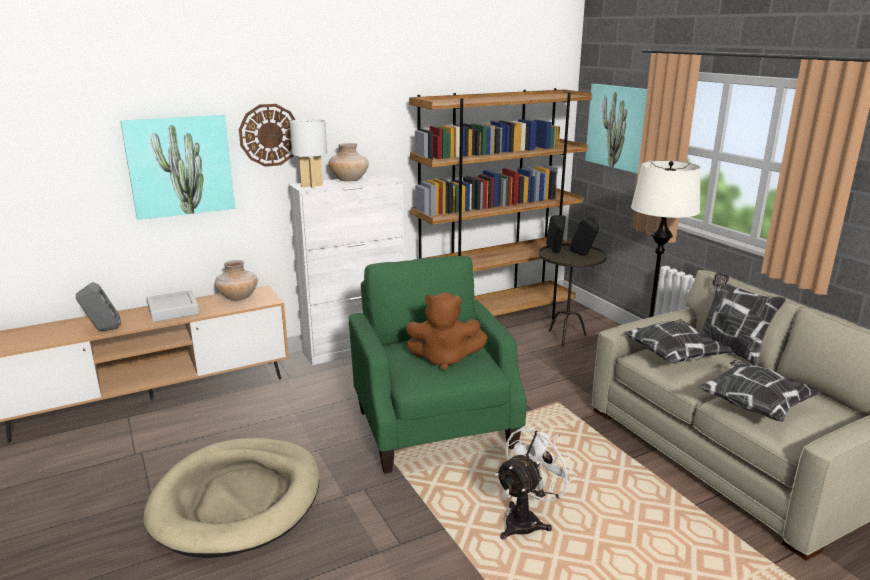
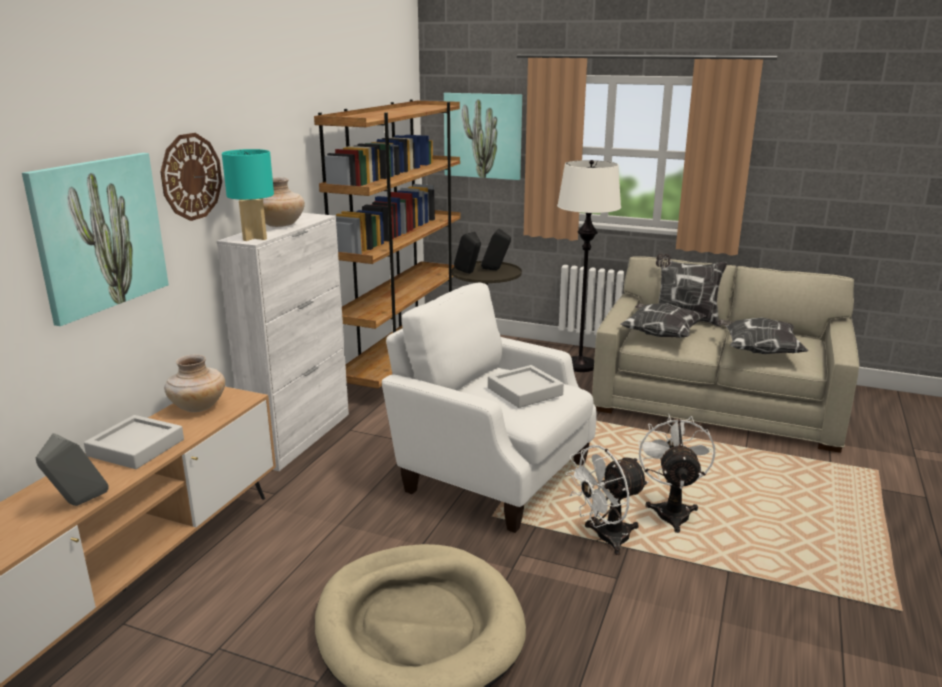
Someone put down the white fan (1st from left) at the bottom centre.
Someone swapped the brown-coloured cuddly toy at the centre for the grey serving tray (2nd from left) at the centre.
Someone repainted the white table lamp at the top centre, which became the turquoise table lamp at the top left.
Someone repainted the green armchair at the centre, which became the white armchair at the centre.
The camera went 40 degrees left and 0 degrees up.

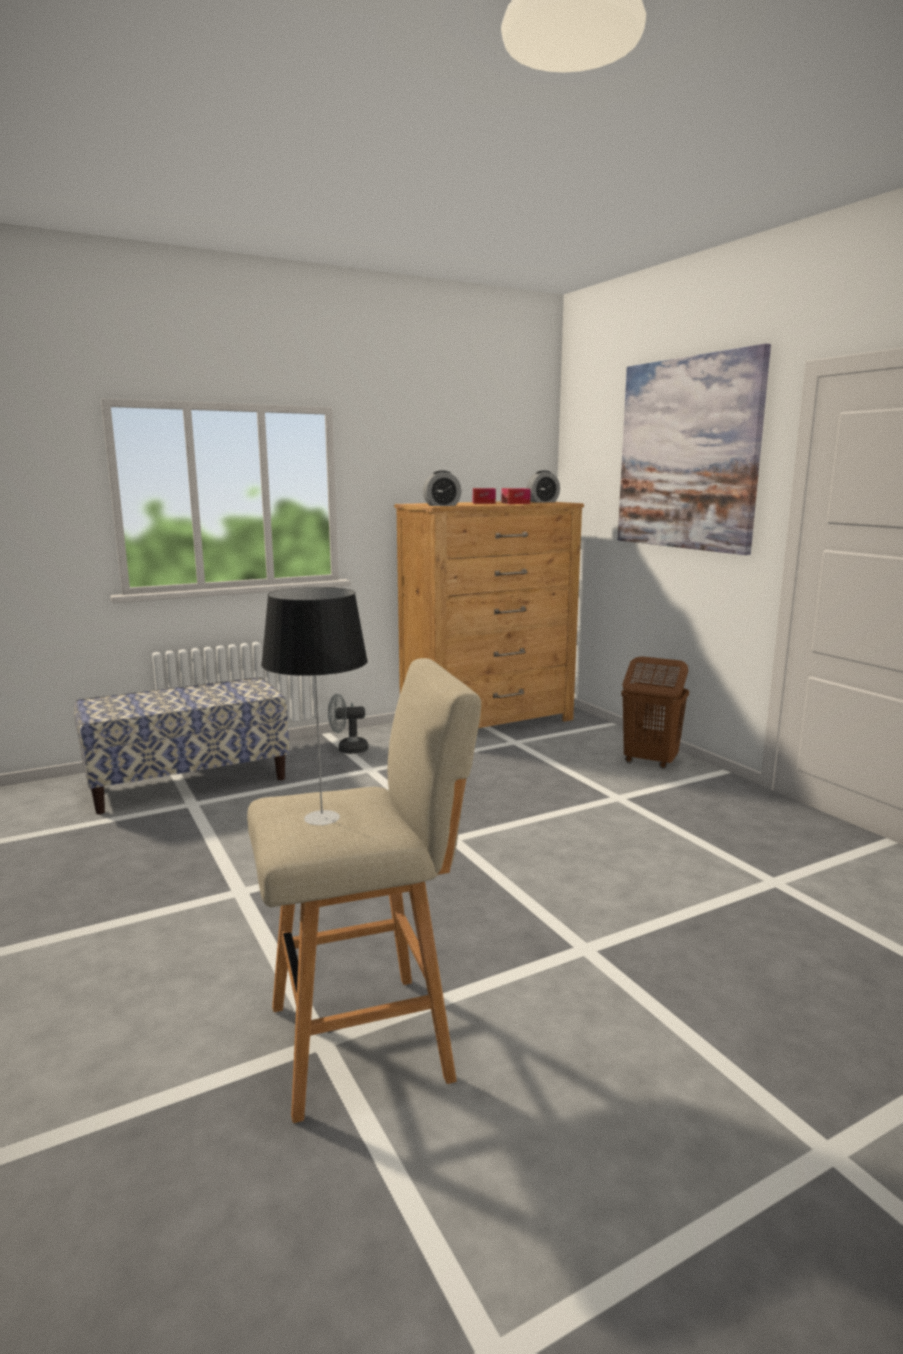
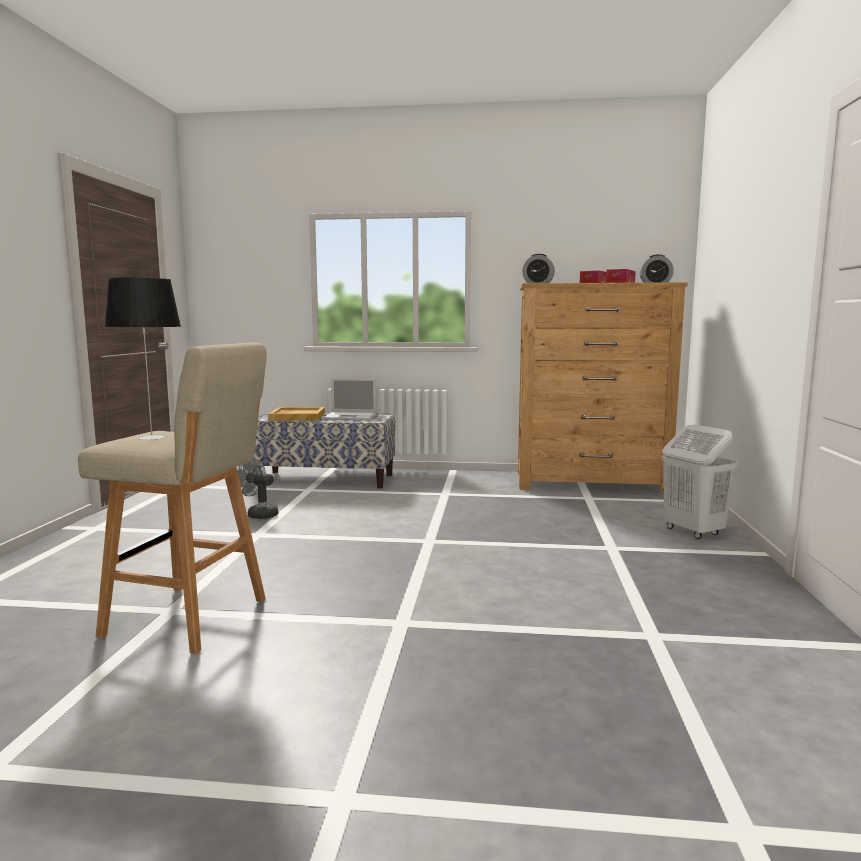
Someone took away the wall art at the top right.
Someone put down the beige serving tray at the centre.
Someone put down the laptop at the centre.
Someone carried the grey fan from the centre to the middle left.
Someone repainted the brown-coloured laundry basket at the middle right, which became the white laundry basket at the middle right.
The camera went 35 degrees right and 5 degrees down.

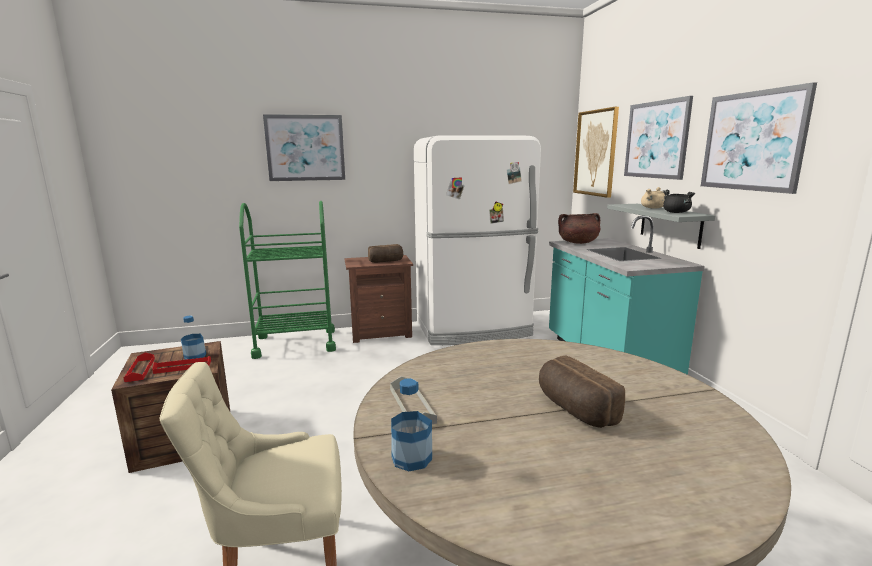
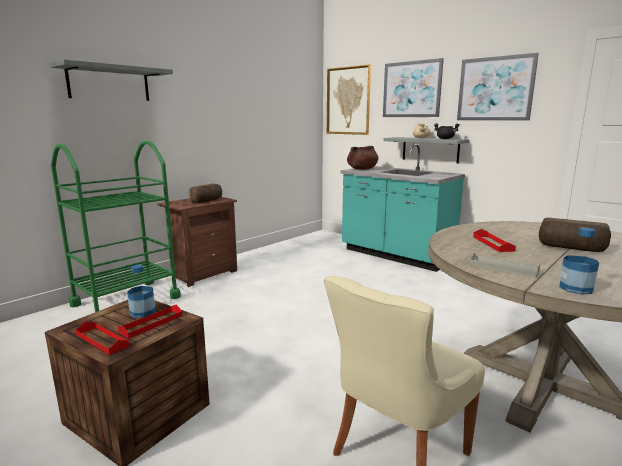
Someone took away the white refrigerator at the centre.
Someone put down the red serving tray (3rd from left) at the middle right.
Someone swapped the wall art (1st from left) at the top centre for the grey bracket shelf (1st from left) at the top left.
The camera went 35 degrees left and 0 degrees up.

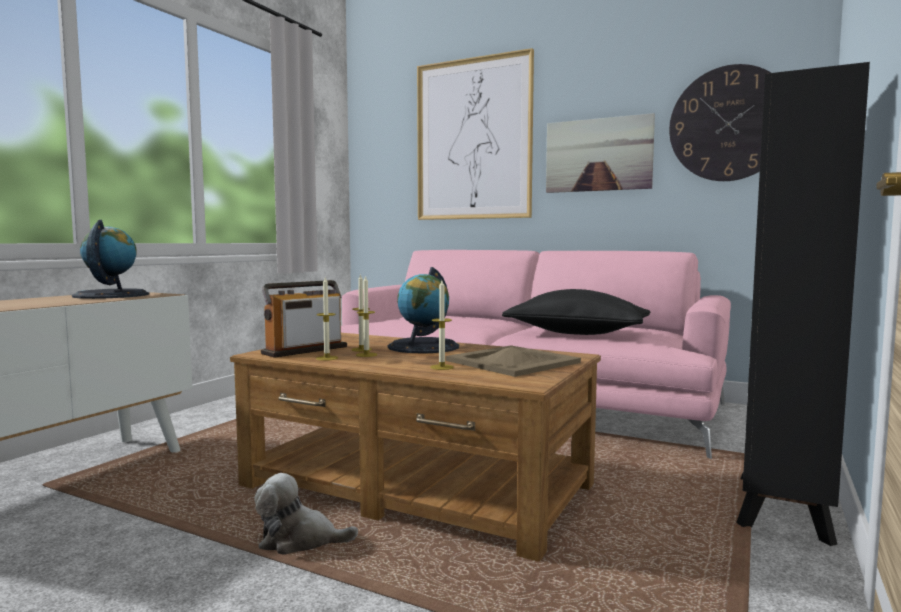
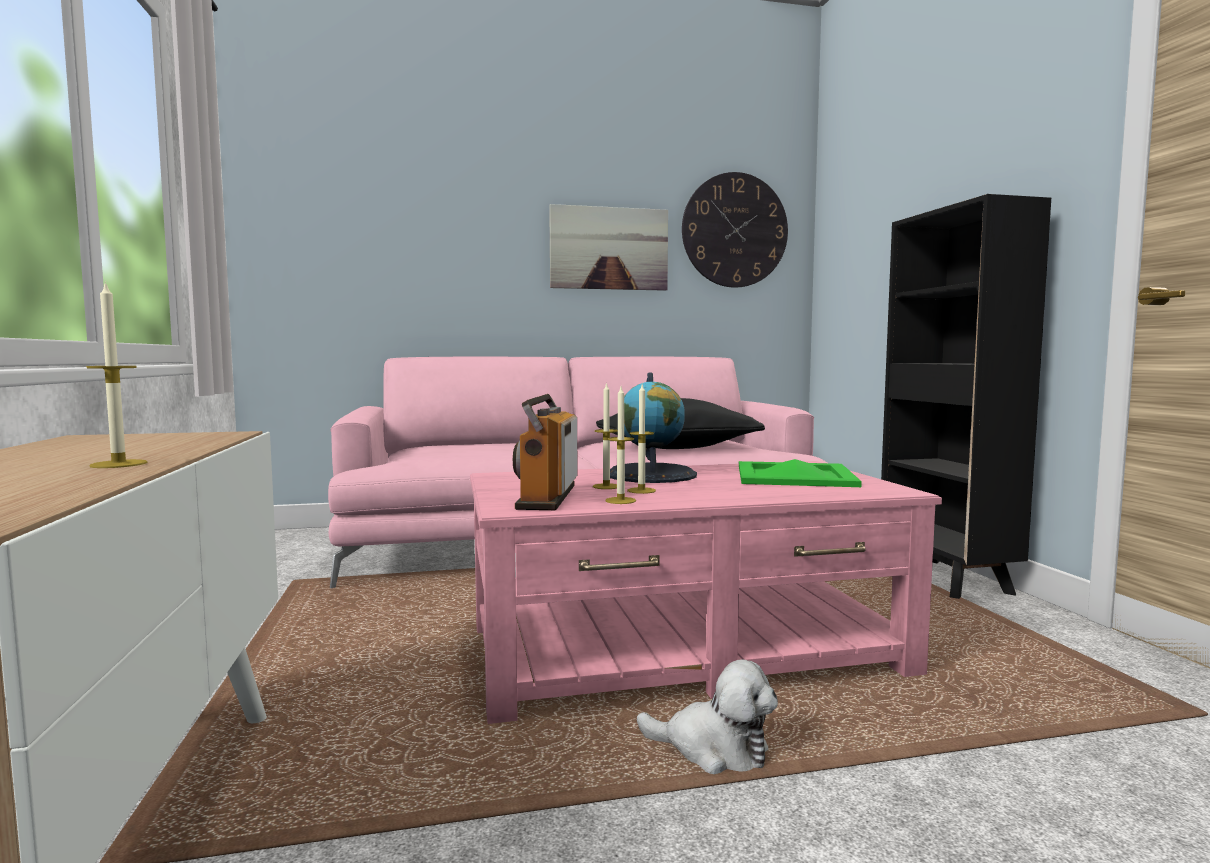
Someone took away the world globe (1st from left) at the middle left.
Someone took away the wall art (1st from left) at the top centre.
Someone carried the wax light (4th from left in the first image) from the centre to the middle left.
Someone repainted the brown-coloured lounge table at the bottom centre, which became the pink lounge table at the bottom centre.
Someone repainted the beige serving tray at the centre, which became the green serving tray at the centre.
Someone rotated the cuddly toy at the bottom centre by 120 degrees counterclockwise.
The camera went 40 degrees left and 0 degrees up.

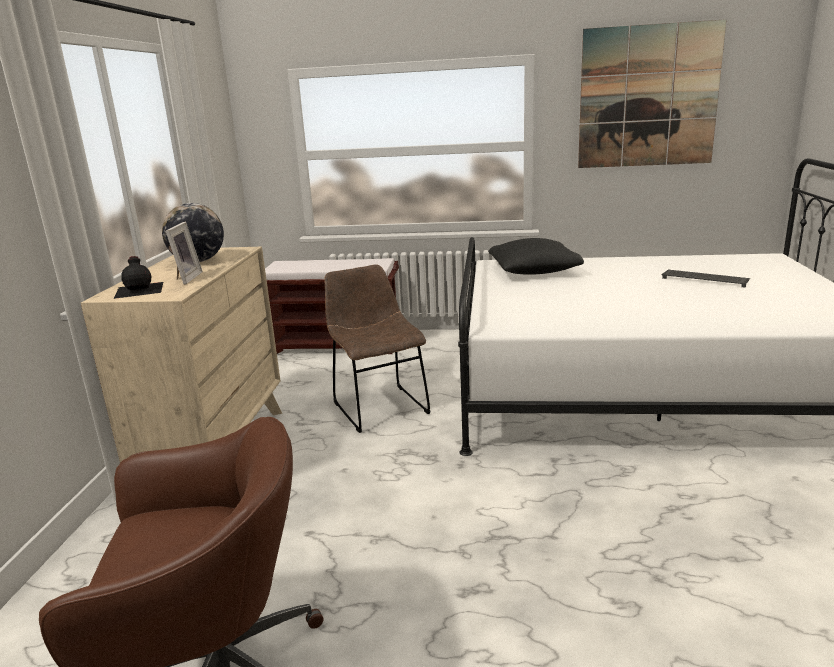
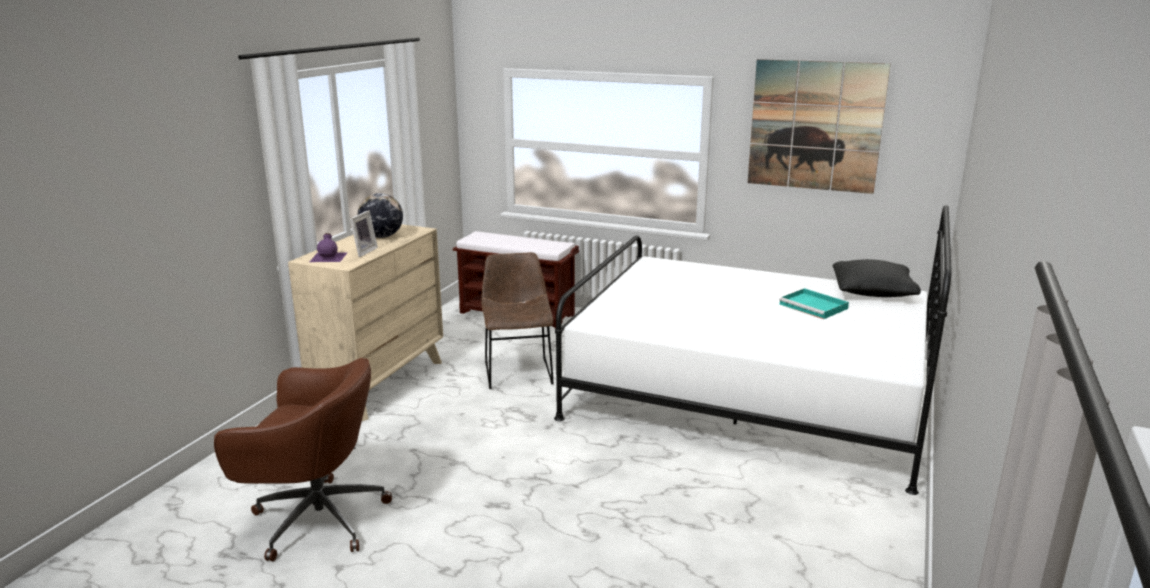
Someone carried the black-coloured throw pillow from the centre to the middle right.
Someone swapped the keyboard at the middle right for the turquoise serving tray at the middle right.
Someone repainted the black-coloured drink bottle at the middle left, which became the purple-coloured drink bottle at the middle left.
The camera went 15 degrees right and 0 degrees up.

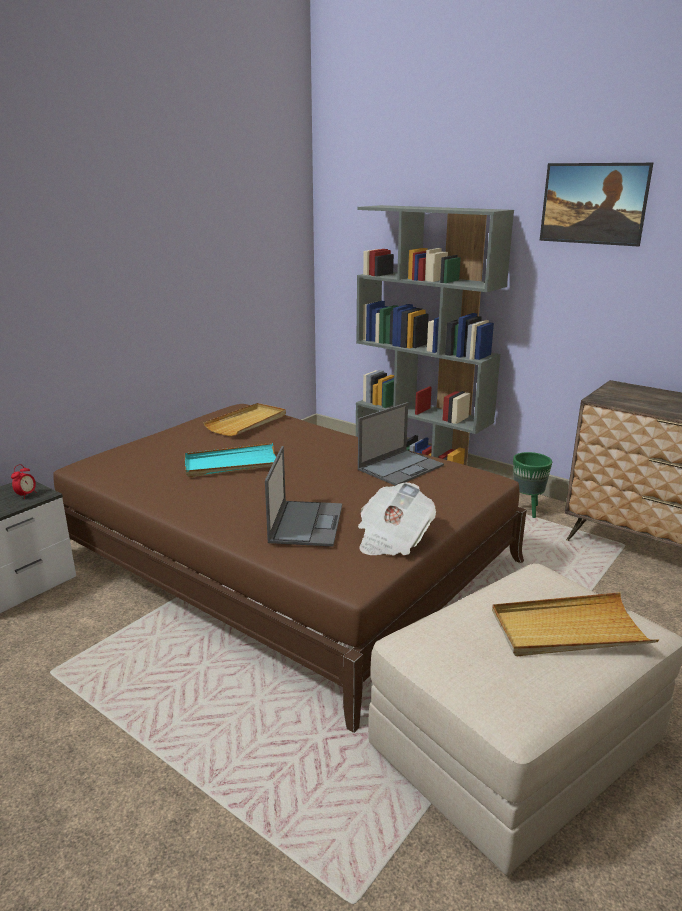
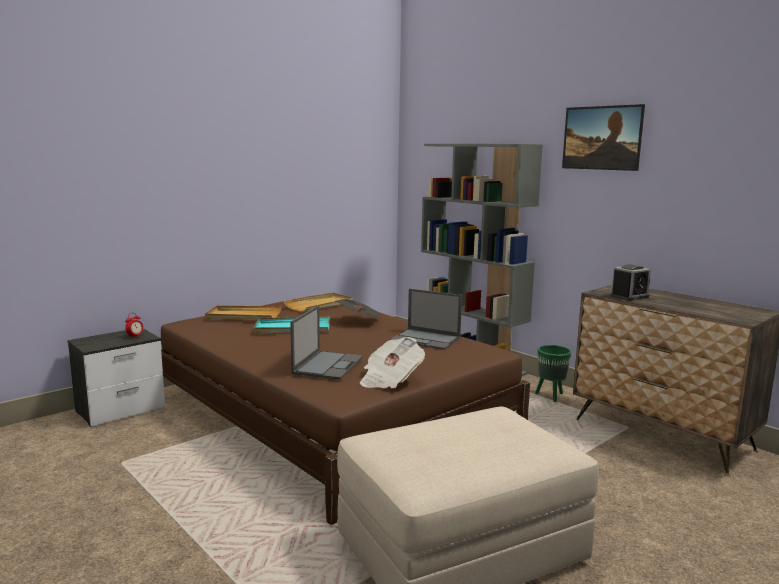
Someone put down the newspaper (1st from left) at the centre.
Someone put down the bedside clock (2nd from left) at the middle right.
Someone carried the beige serving tray (2nd from left in the first image) from the bottom right to the middle left.
Someone rotated the laptop (2nd from left) at the centre by 60 degrees clockwise.
The camera went 10 degrees right and 10 degrees down.

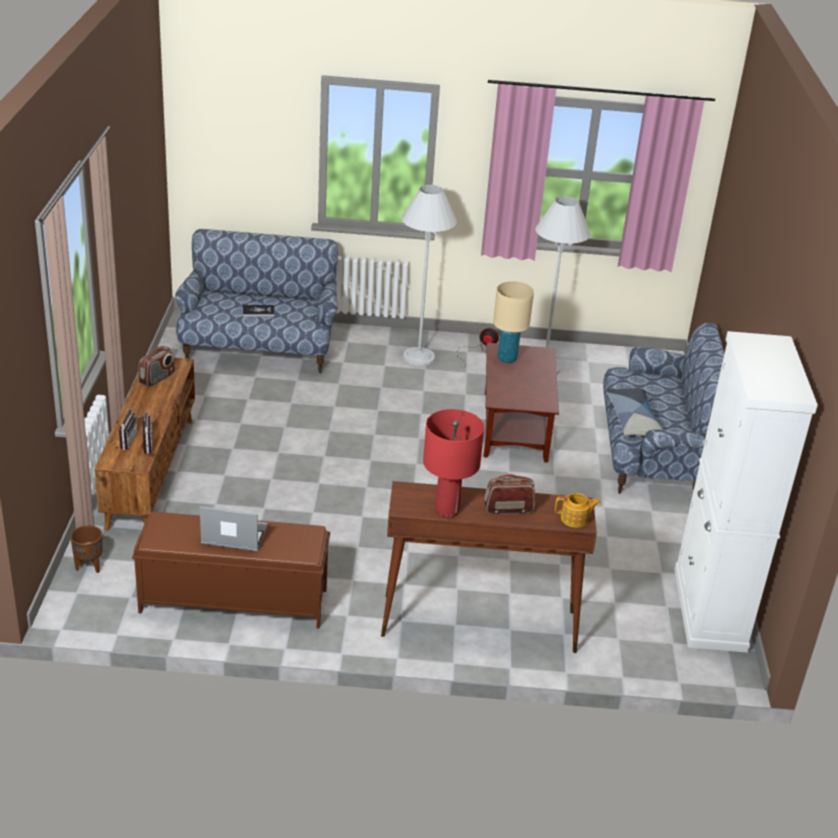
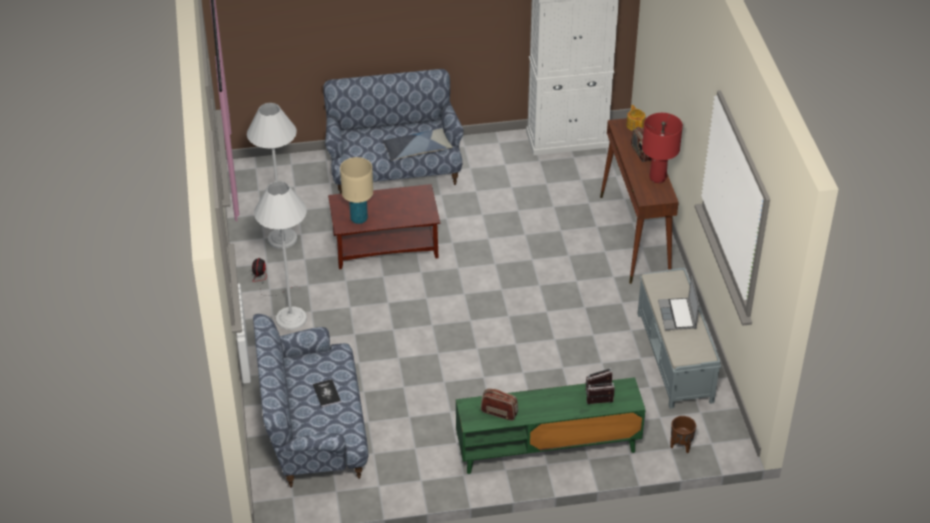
Someone repainted the brown-coloured media console at the middle left, which became the green media console at the bottom centre.
Someone repainted the brown-coloured indoor bench at the bottom left, which became the grey indoor bench at the middle right.
The camera went 100 degrees left and 10 degrees up.

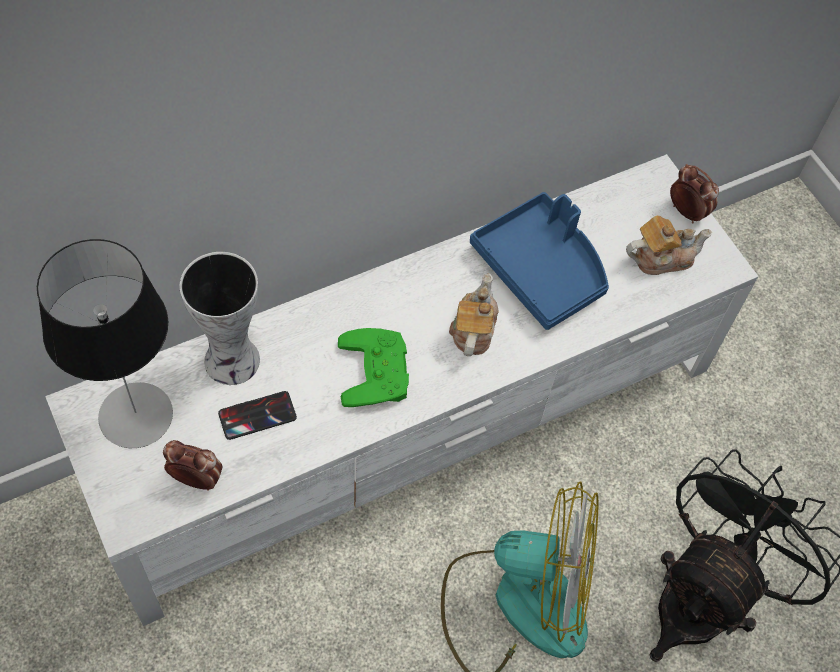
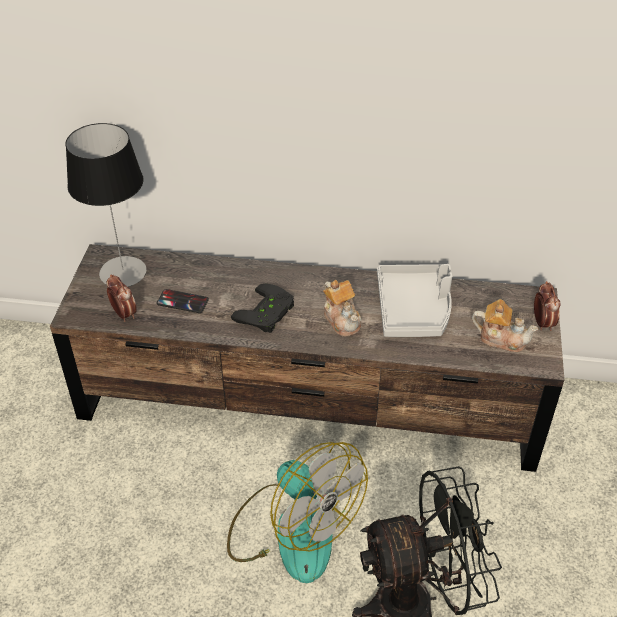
Someone took away the vase at the middle left.
Someone repainted the white media console at the centre, which became the brown-coloured media console at the centre.
Someone repainted the green game controller at the centre, which became the black-coloured game controller at the centre.
Someone repainted the blue serving tray at the centre, which became the grey serving tray at the middle right.
Someone rotated the pot for tea (1st from left) at the centre by 105 degrees clockwise.
The camera went 40 degrees right and 15 degrees down.

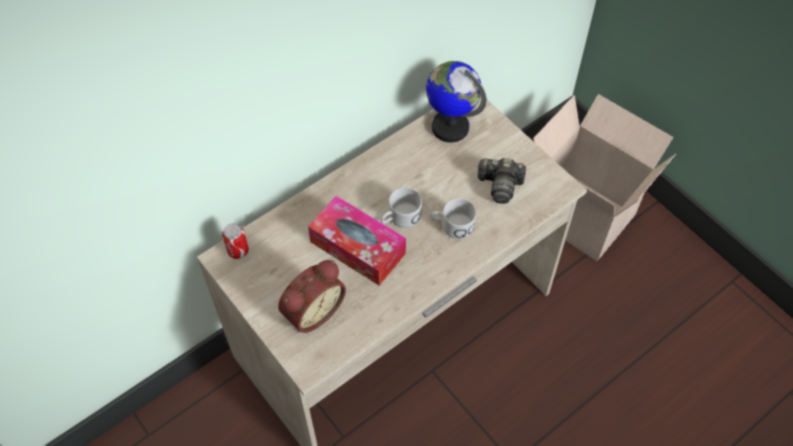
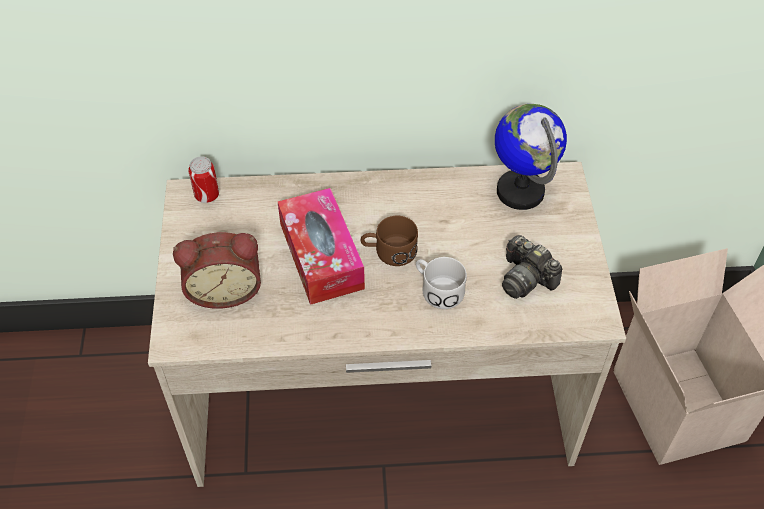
Someone repainted the white mug (1st from left) at the centre, which became the brown-coloured mug at the centre.
The camera went 35 degrees right and 5 degrees down.

